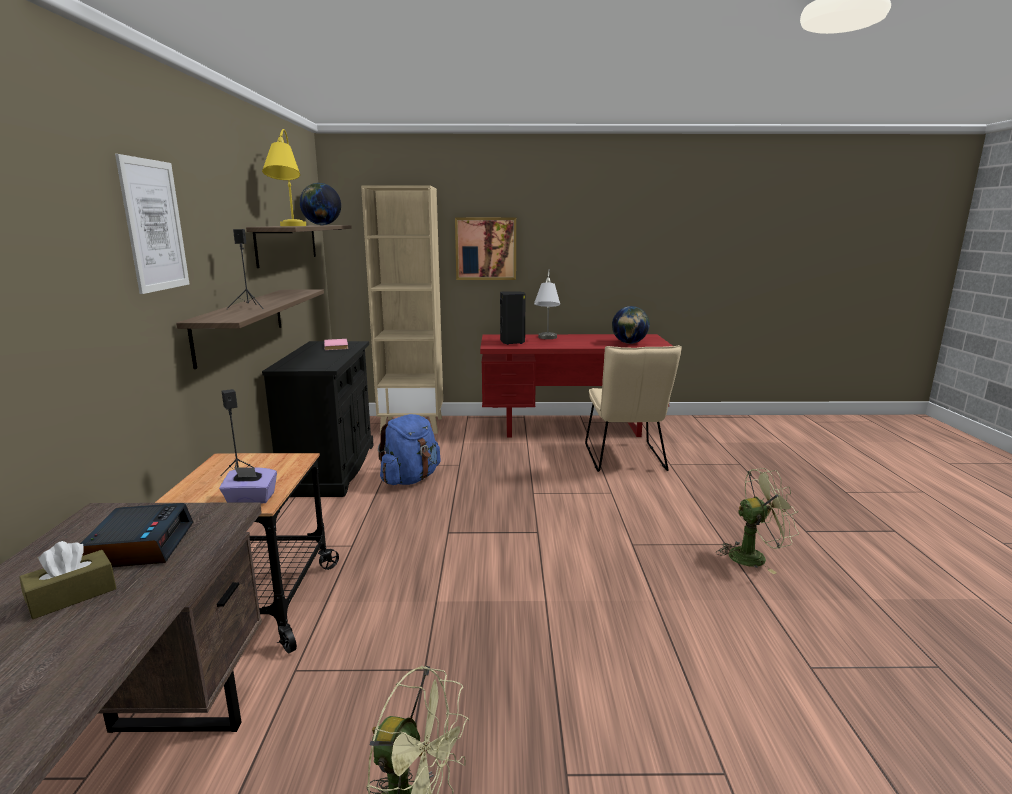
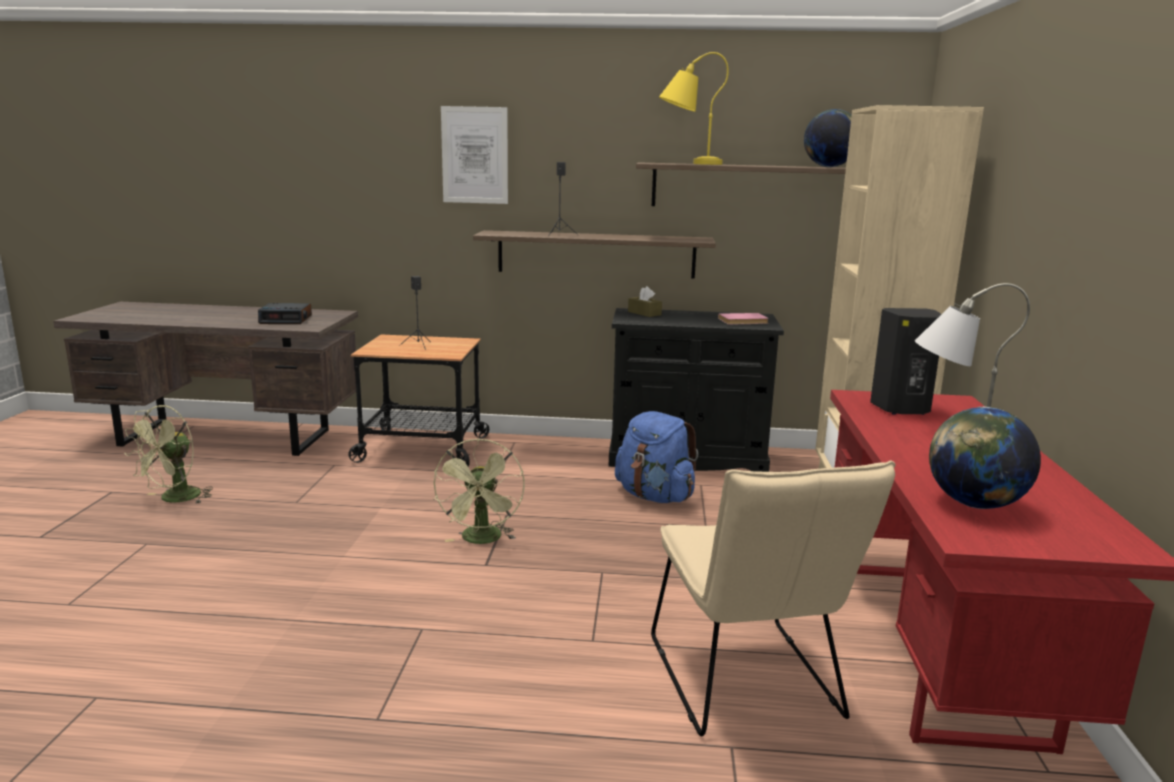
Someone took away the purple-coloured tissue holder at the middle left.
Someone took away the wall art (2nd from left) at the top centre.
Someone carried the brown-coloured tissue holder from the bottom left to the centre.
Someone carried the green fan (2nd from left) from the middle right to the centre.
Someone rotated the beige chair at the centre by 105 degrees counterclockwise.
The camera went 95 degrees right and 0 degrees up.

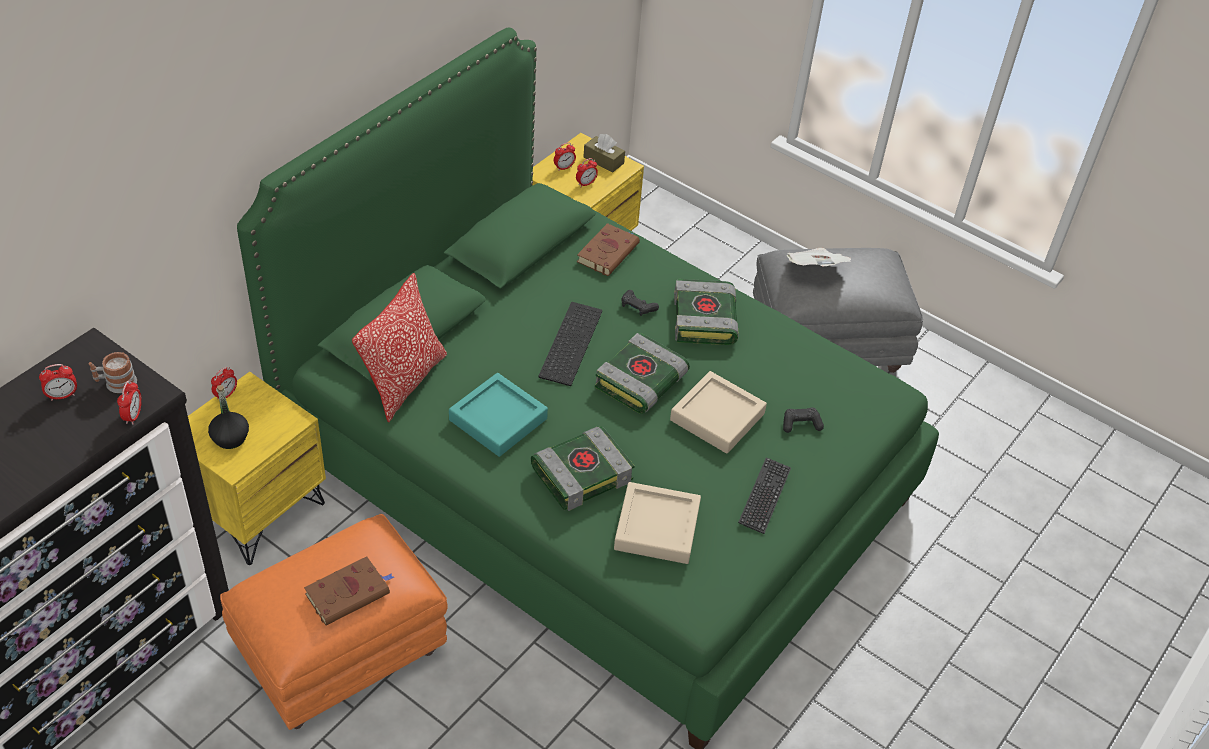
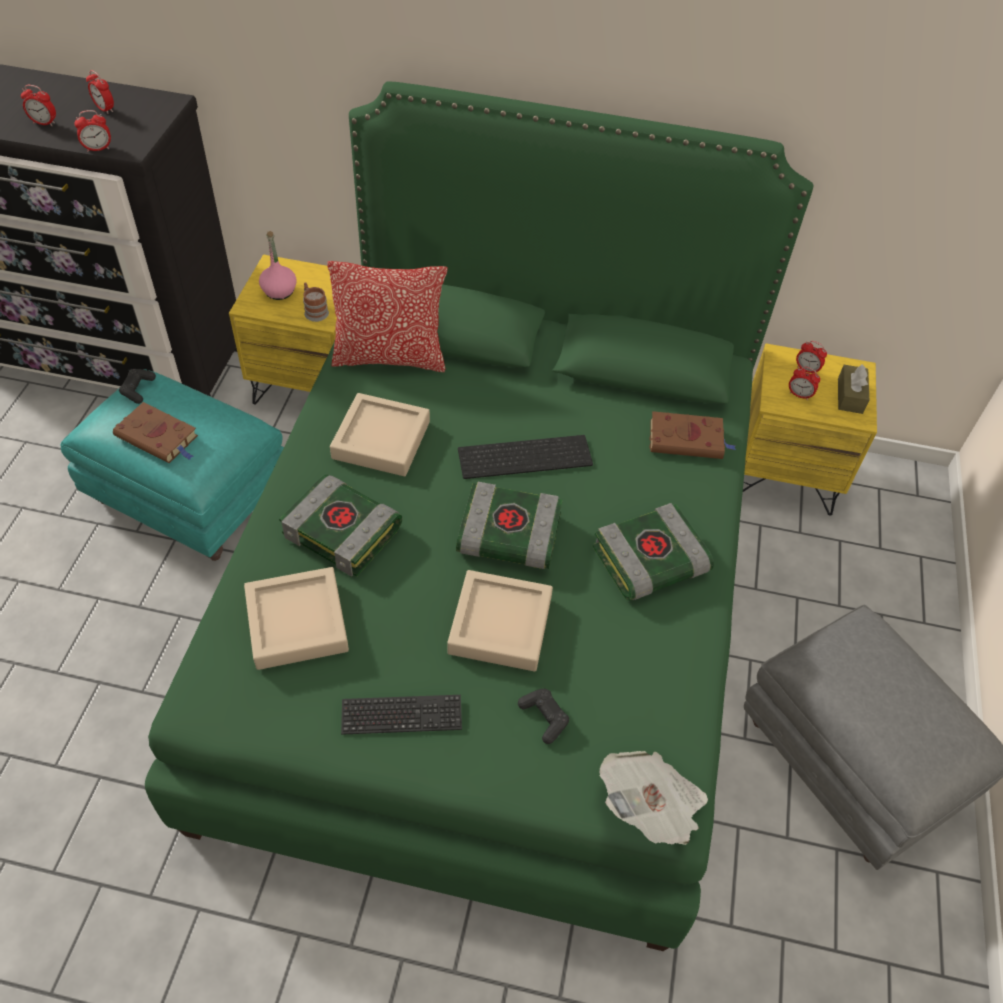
Someone carried the mug from the middle left to the top left.
Someone carried the bedside clock (3rd from left in the first image) from the middle left to the top left.
Someone carried the black-coloured game controller (1st from left) from the centre to the middle left.
Someone carried the newspaper from the middle right to the bottom centre.
Someone repainted the black-coloured drink bottle at the middle left, which became the pink drink bottle at the top left.
Someone repainted the orange-coloured ottoman at the bottom left, which became the turquoise ottoman at the middle left.
Someone repainted the turquoise serving tray at the centre, which became the beige serving tray (2nd from left) at the centre.
The camera went 65 degrees right and 5 degrees up.

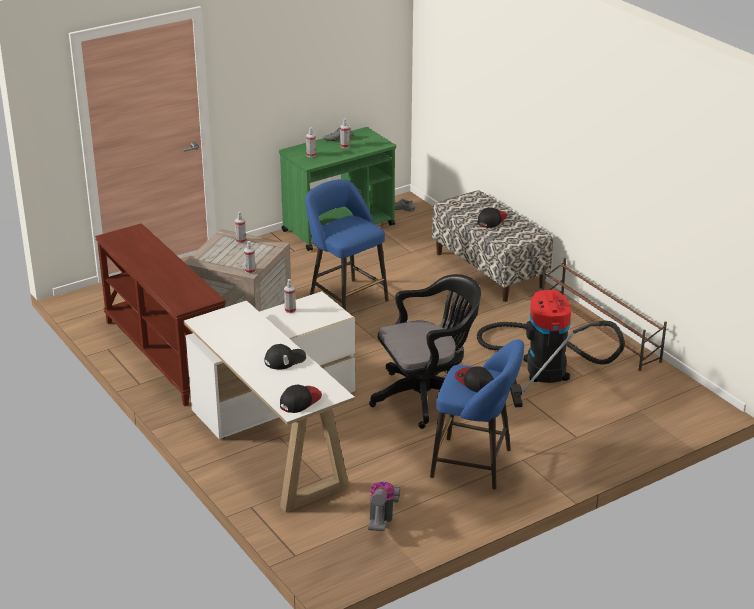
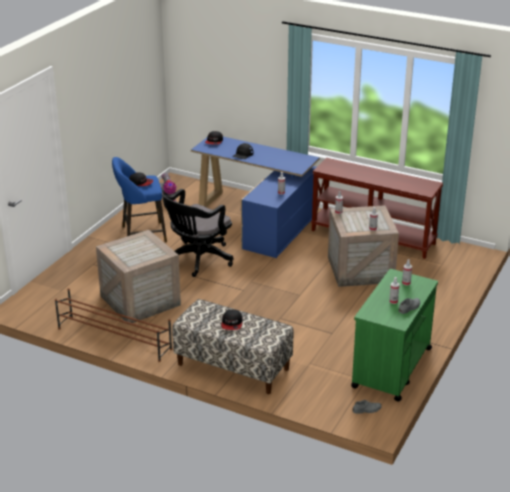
Someone took away the blue stool (1st from left) at the centre.
Someone swapped the vacuum (2nd from left) at the middle right for the shipping crate (1st from left) at the middle left.
Someone repainted the white desk unit at the centre, which became the blue desk unit at the centre.
The camera went 150 degrees right and 0 degrees up.

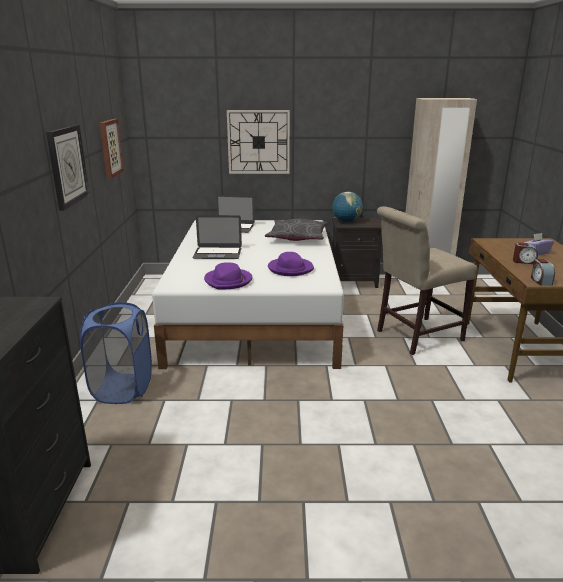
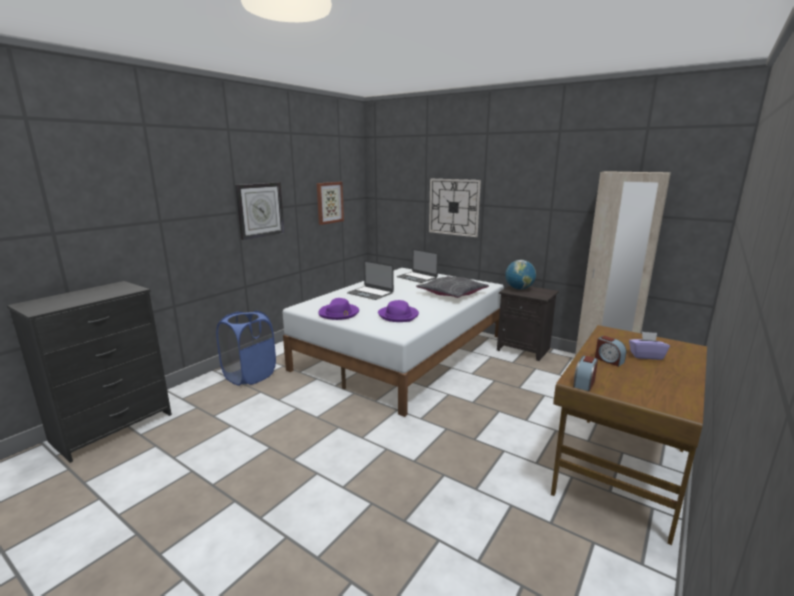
Someone took away the beige chair at the middle right.
The camera went 35 degrees right and 5 degrees down.

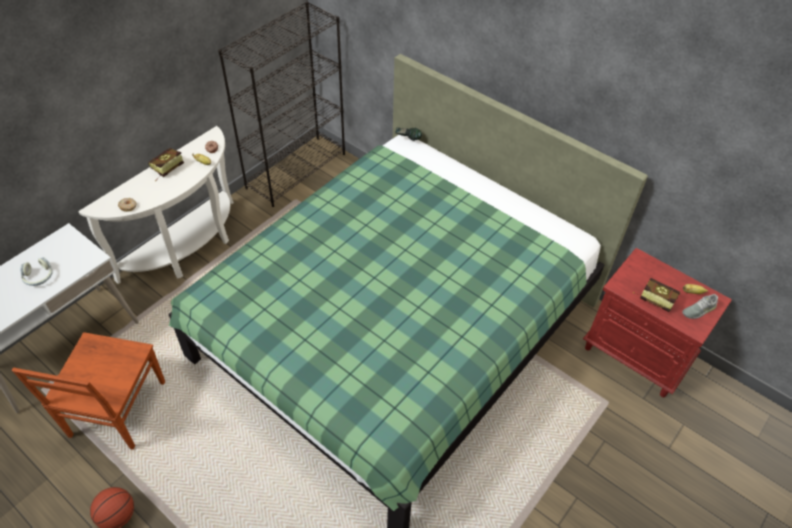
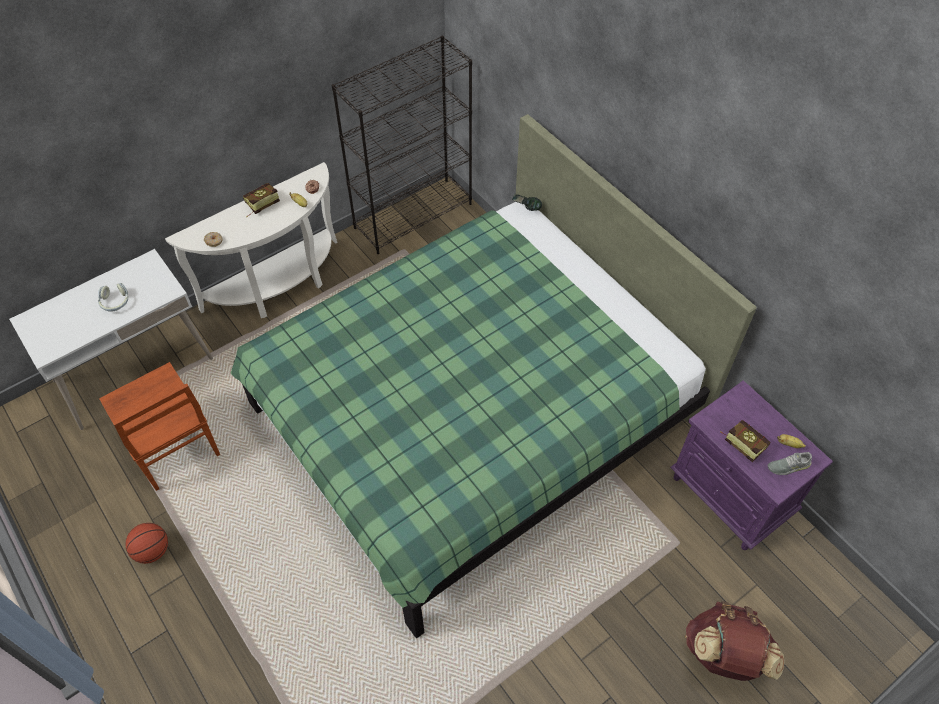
Someone put down the brown-coloured rucksack at the bottom right.
Someone repainted the red bedside table at the middle right, which became the purple-coloured bedside table at the middle right.
Someone rotated the brown-coloured chair at the bottom left by 60 degrees counterclockwise.
The camera went 15 degrees right and 5 degrees up.

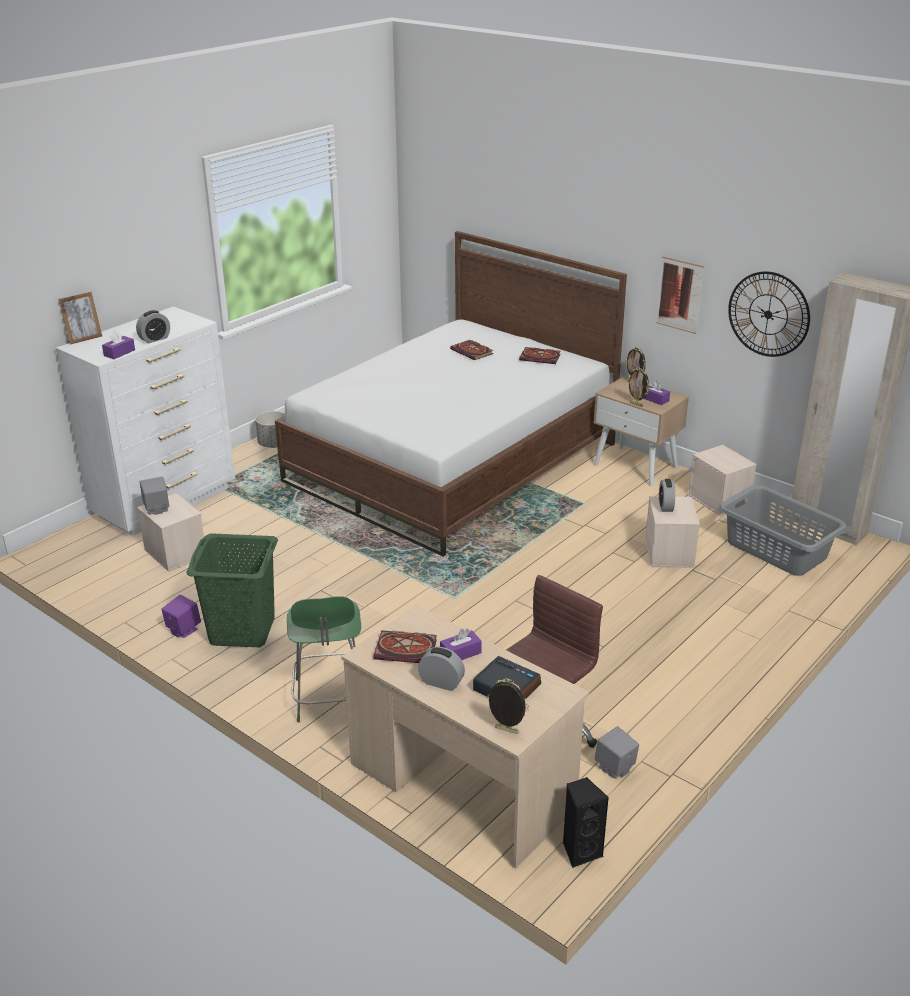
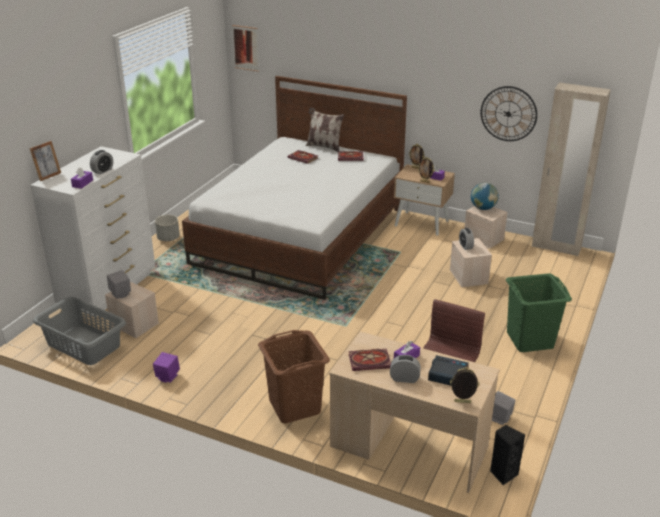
Someone put down the throw pillow at the top centre.
Someone put down the world globe at the middle right.
Someone carried the green laundry basket from the middle left to the middle right.
Someone carried the wall art from the top right to the top centre.
Someone carried the grey laundry basket from the middle right to the middle left.
Someone swapped the green chair at the centre for the brown-coloured laundry basket at the bottom centre.
The camera went 15 degrees left and 0 degrees up.

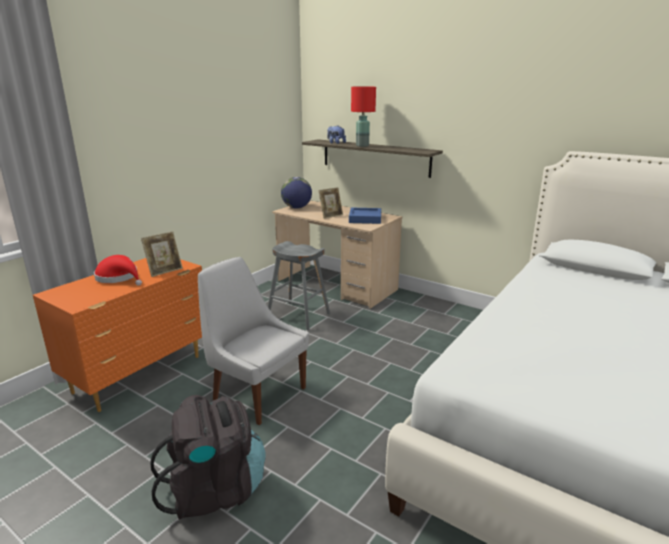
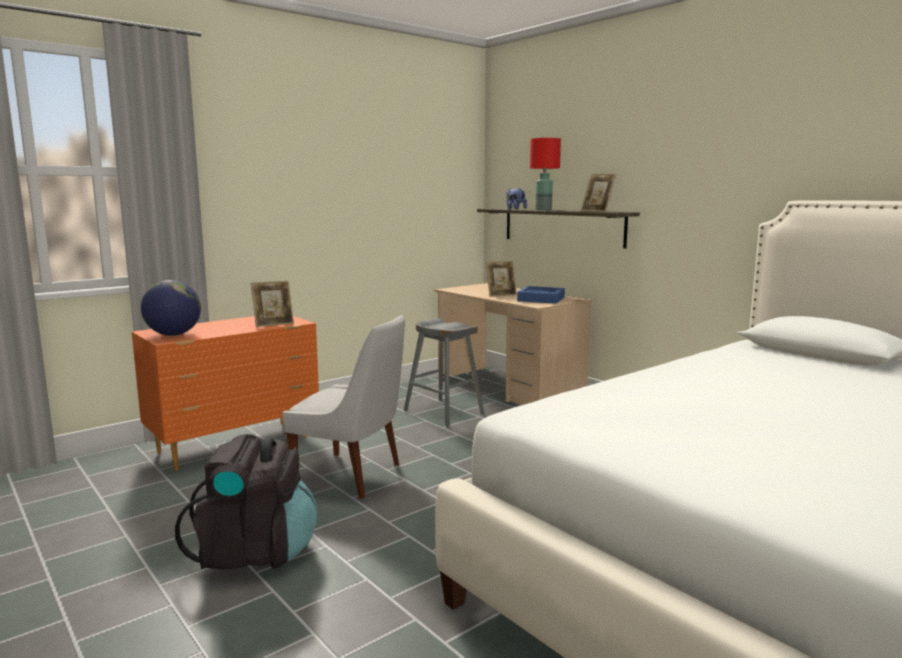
Someone took away the red clothing hat at the middle left.
Someone put down the standing frame (3rd from left) at the top centre.
Someone carried the world globe from the centre to the middle left.
Someone rotated the white chair at the centre by 150 degrees clockwise.
The camera went 15 degrees right and 10 degrees down.

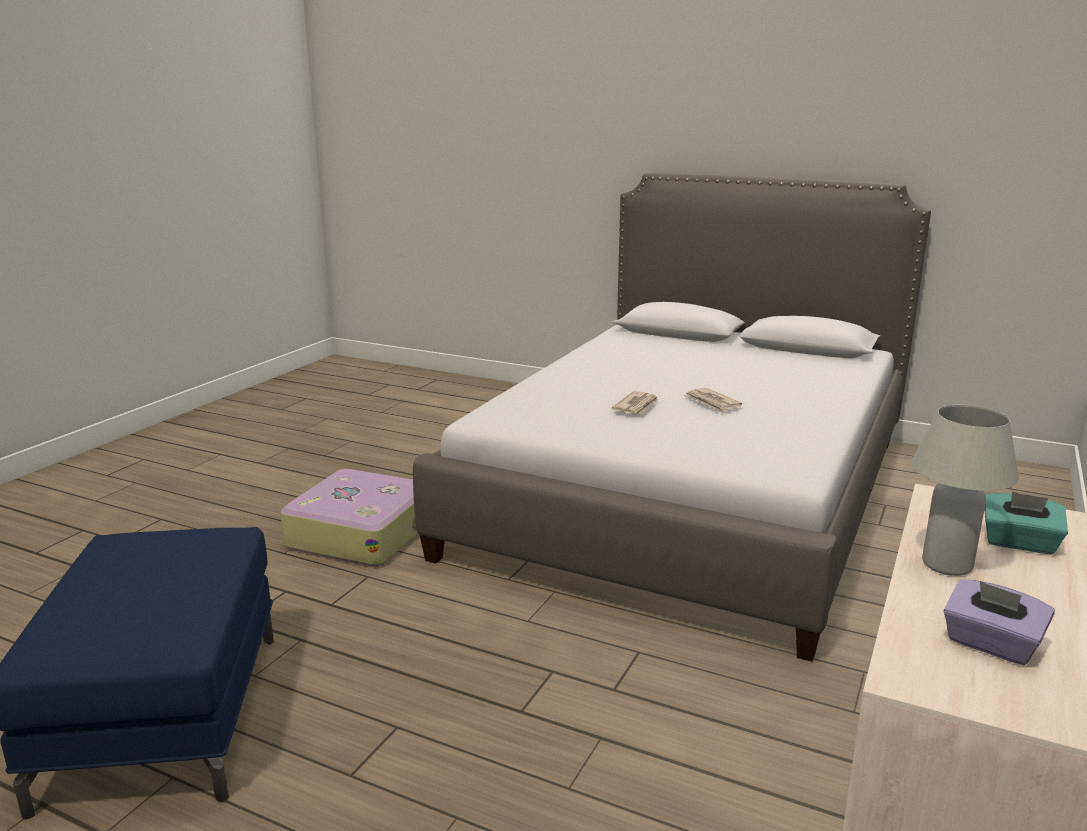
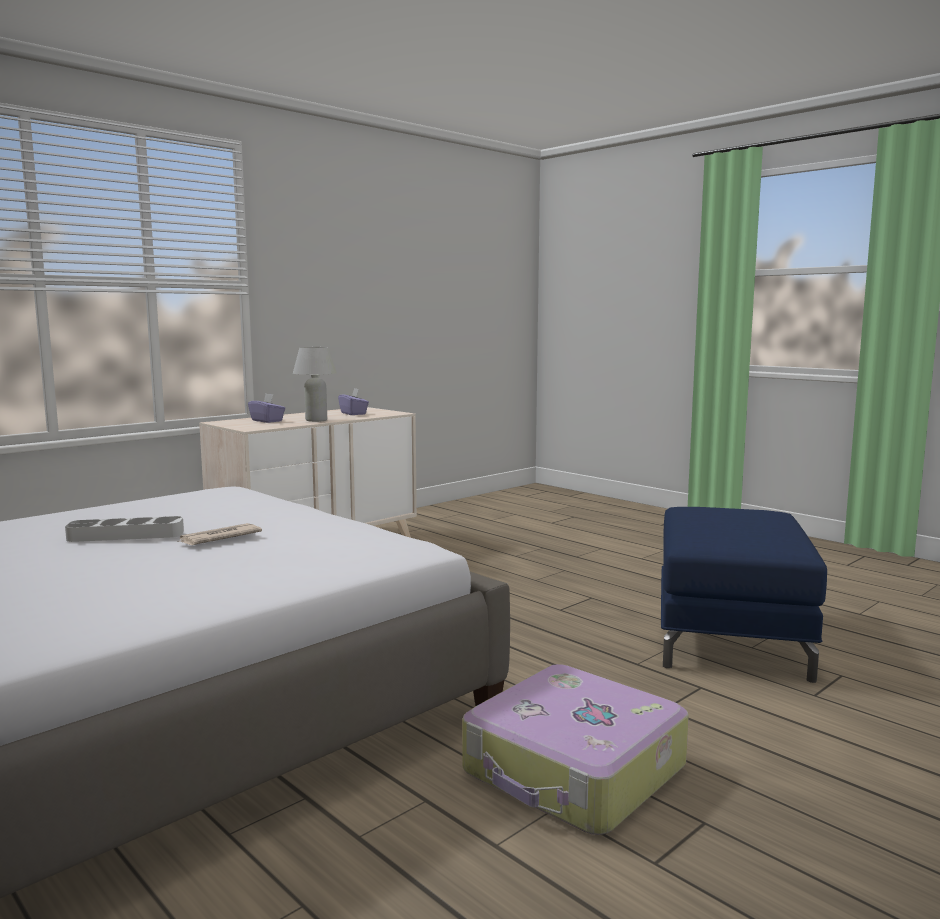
Someone swapped the newspaper (2nd from left) at the centre for the grey serving tray at the middle left.
Someone repainted the turquoise tissue holder at the middle right, which became the purple-coloured tissue holder (1st from left) at the middle left.
The camera went 160 degrees left and 10 degrees down.

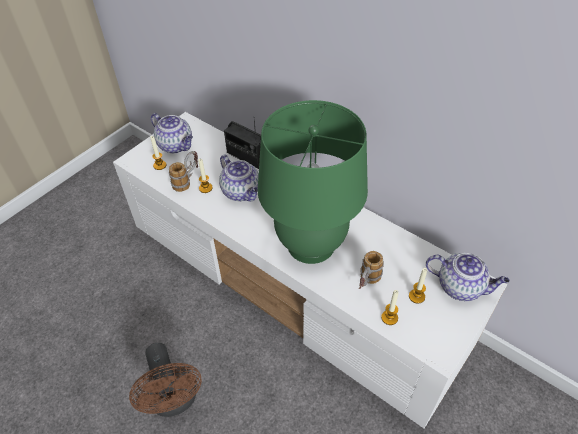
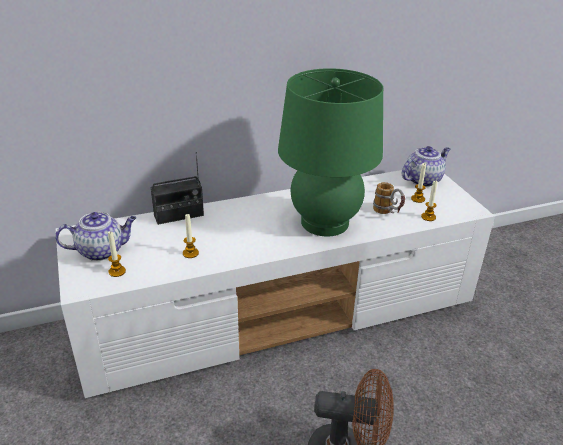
Someone took away the mug (1st from left) at the middle left.
Someone took away the pot for tea (2nd from left) at the centre.
The camera went 60 degrees left and 15 degrees down.

